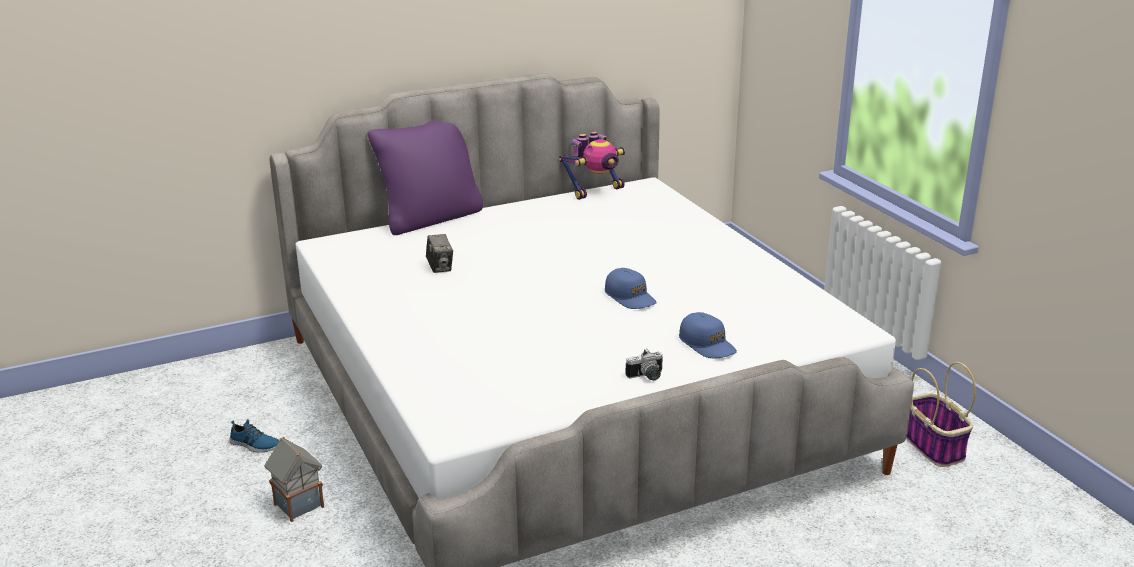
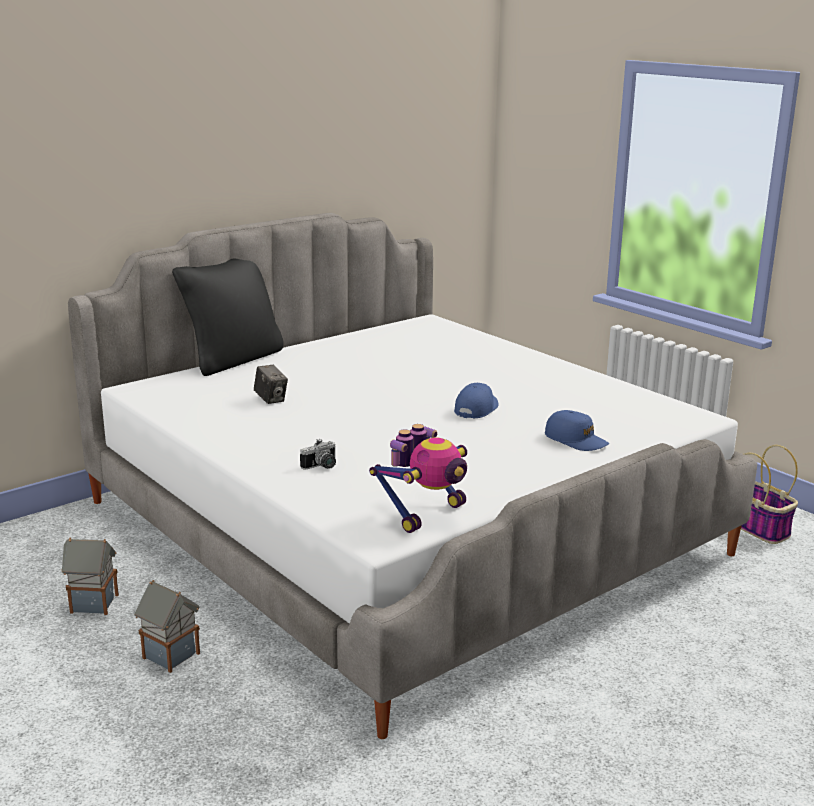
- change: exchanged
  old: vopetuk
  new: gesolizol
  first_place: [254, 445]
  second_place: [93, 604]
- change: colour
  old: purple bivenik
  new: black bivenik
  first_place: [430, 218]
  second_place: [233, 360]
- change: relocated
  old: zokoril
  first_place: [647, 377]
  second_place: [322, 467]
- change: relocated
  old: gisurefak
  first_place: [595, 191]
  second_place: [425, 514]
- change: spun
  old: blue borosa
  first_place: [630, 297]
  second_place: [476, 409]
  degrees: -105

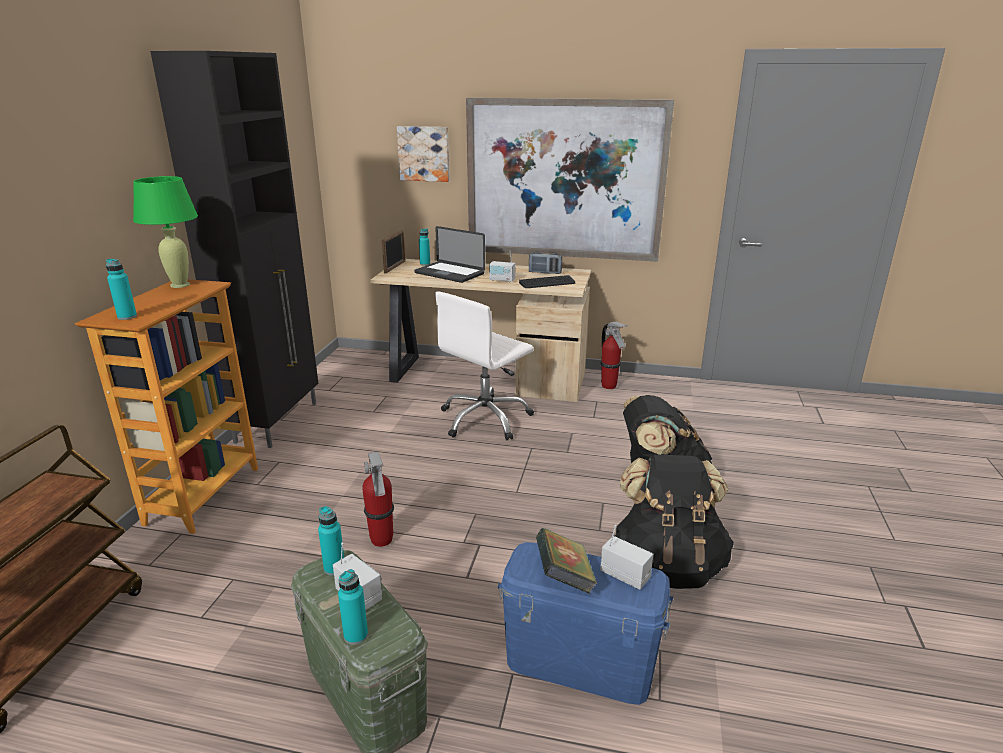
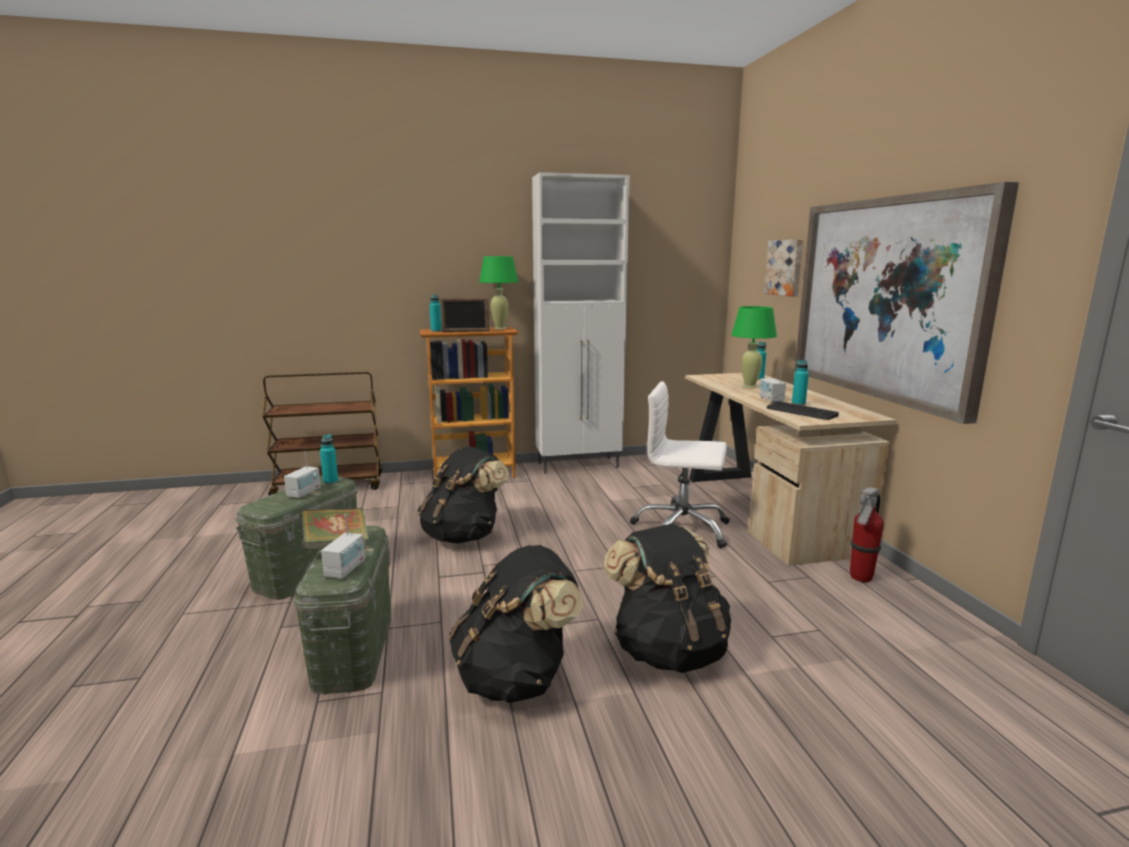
- change: colour
  old: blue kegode
  new: green kegode
  first_place: [579, 663]
  second_place: [353, 649]
- change: exchanged
  old: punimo
  new: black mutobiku
  first_place: [382, 540]
  second_place: [464, 535]
- change: relocated
  old: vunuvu
  first_place: [395, 267]
  second_place: [465, 331]
- change: colour
  old: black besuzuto
  new: white besuzuto
  first_place: [278, 421]
  second_place: [579, 465]
- change: exchanged
  old: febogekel
  new: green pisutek
  first_place: [449, 273]
  second_place: [750, 386]
- change: relocated
  old: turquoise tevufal
  first_place: [356, 635]
  second_place: [798, 404]
- change: missing
  old: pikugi
  first_place: [545, 272]

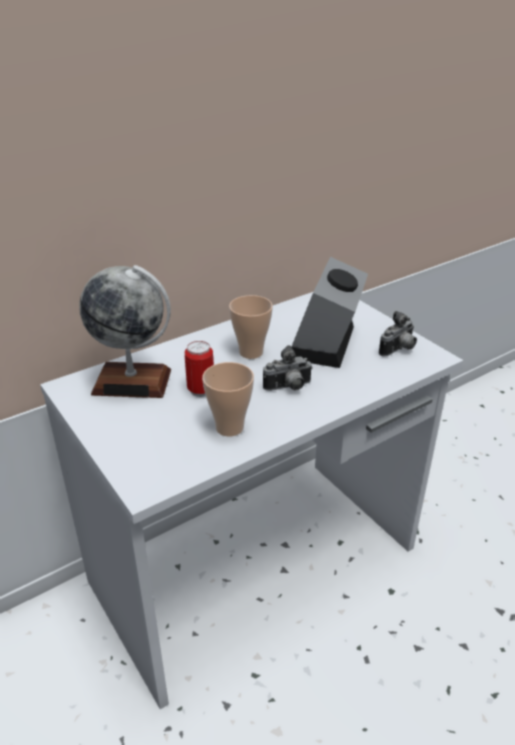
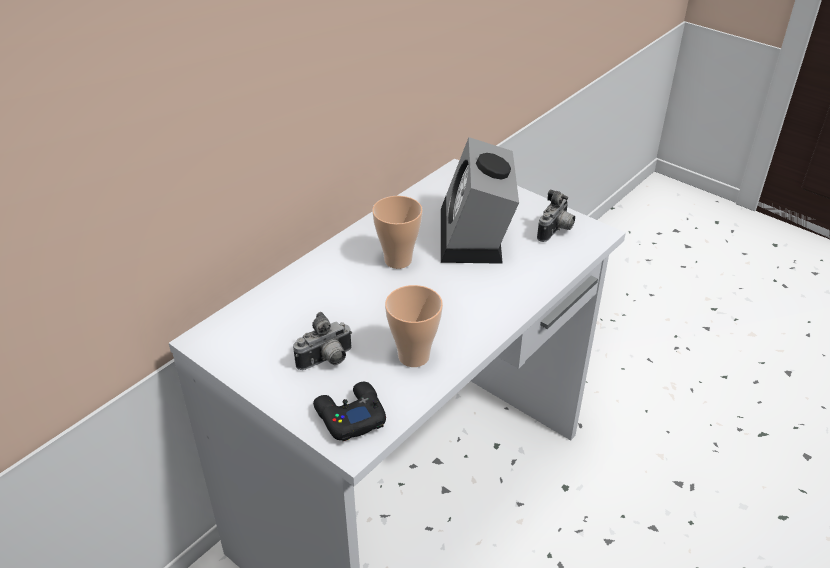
- change: relocated
  old: zokoril
  first_place: [288, 388]
  second_place: [327, 361]
- change: appeared
  new: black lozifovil
  second_place: [349, 416]
- change: missing
  old: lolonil
  first_place: [132, 382]
- change: missing
  old: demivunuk
  first_place: [201, 390]

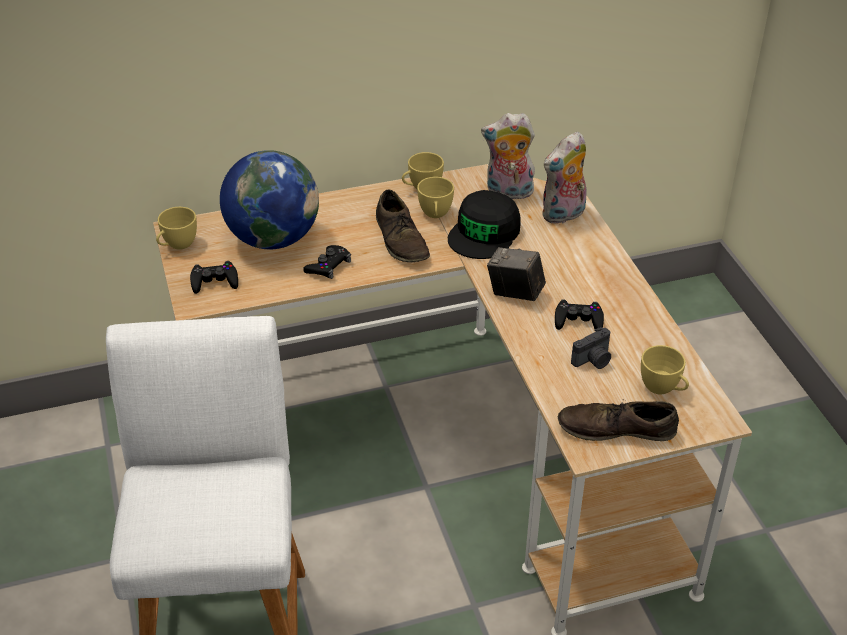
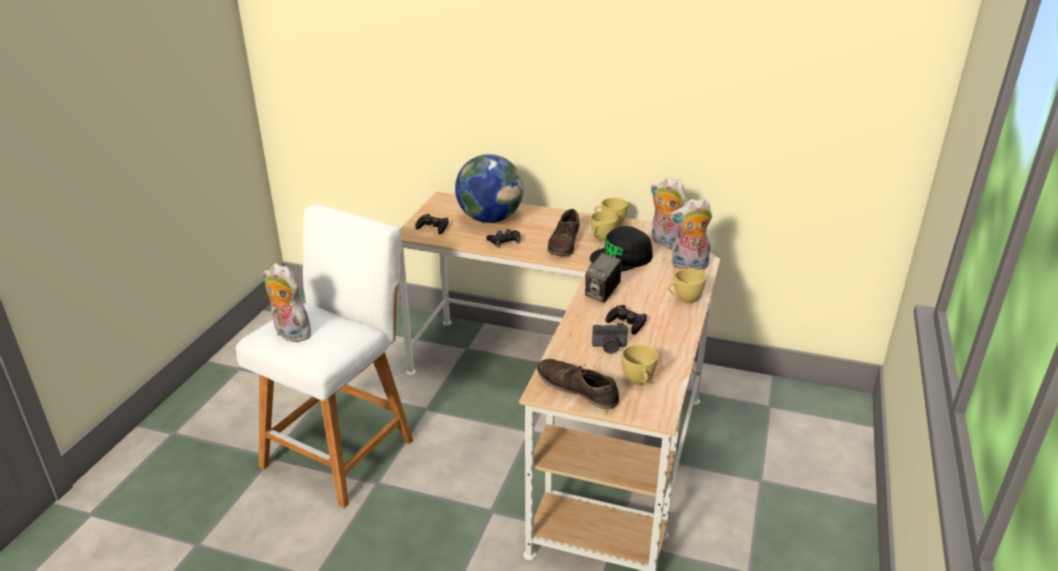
- change: appeared
  new: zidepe
  second_place: [289, 334]
- change: spun
  old: zokoril
  first_place: [515, 293]
  second_place: [602, 294]
  degrees: -120
- change: relocated
  old: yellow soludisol
  first_place: [177, 245]
  second_place: [684, 299]

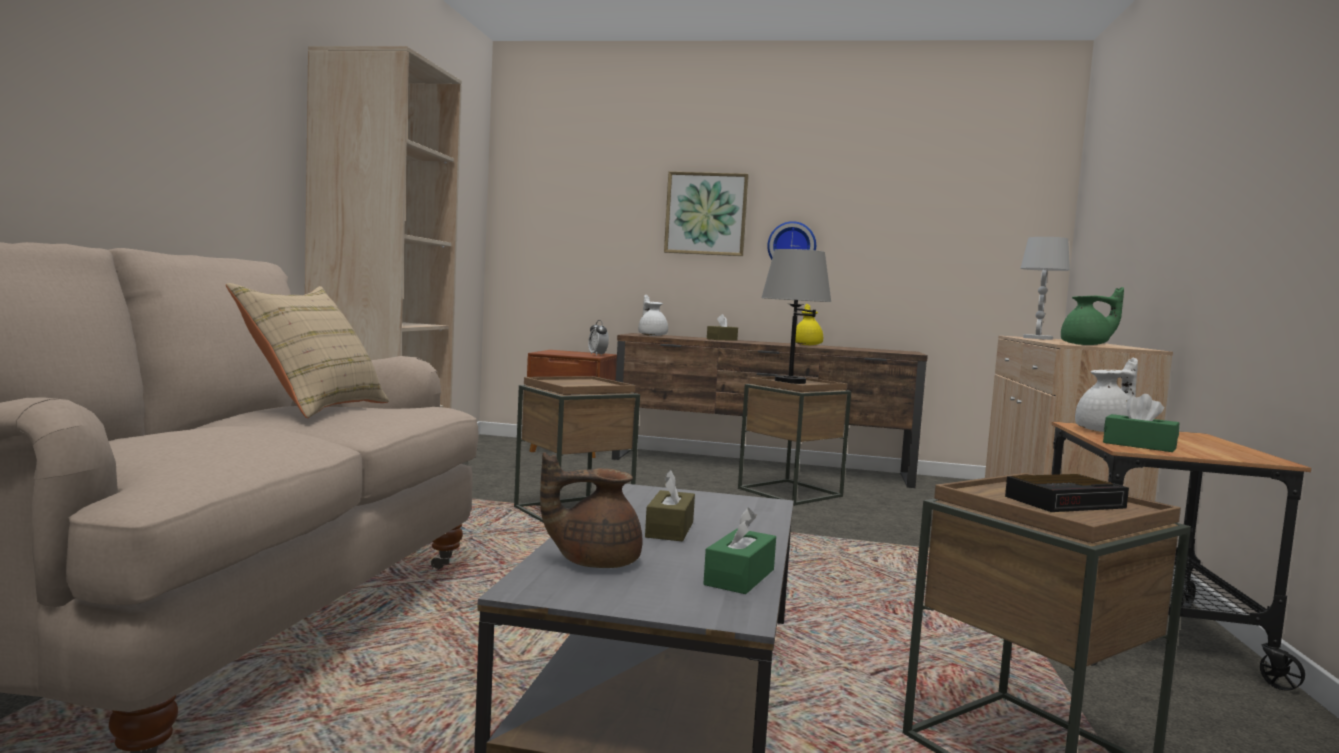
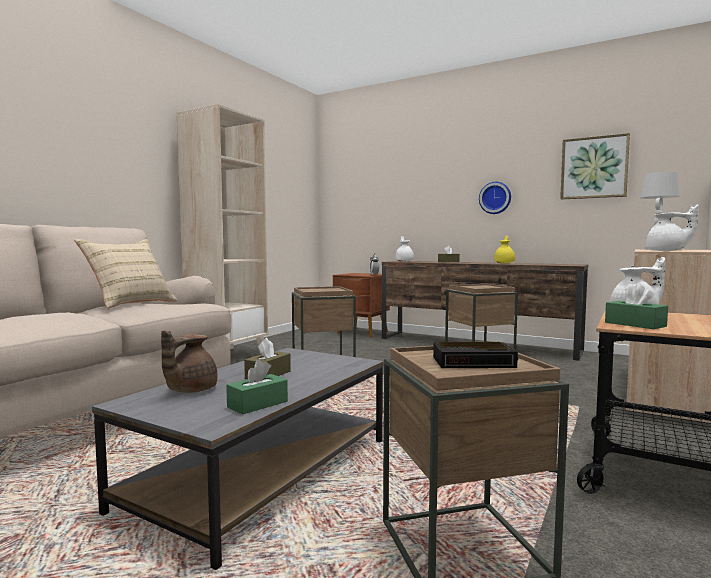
- change: spun
  old: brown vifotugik
  first_place: [594, 561]
  second_place: [189, 390]
  degrees: -75
- change: relocated
  old: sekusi
  first_place: [706, 214]
  second_place: [594, 167]
- change: colour
  old: green vifotugik
  new: white vifotugik
  first_place: [1087, 345]
  second_place: [667, 251]
- change: missing
  old: grey pisutek
  first_place: [789, 382]

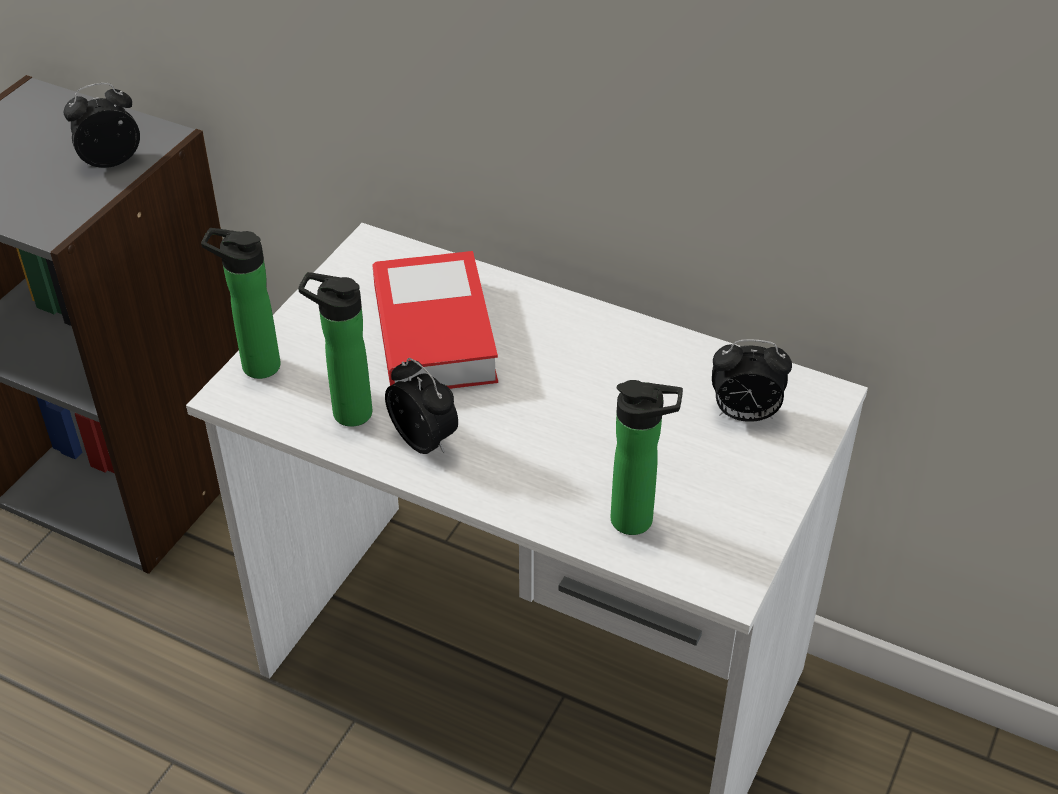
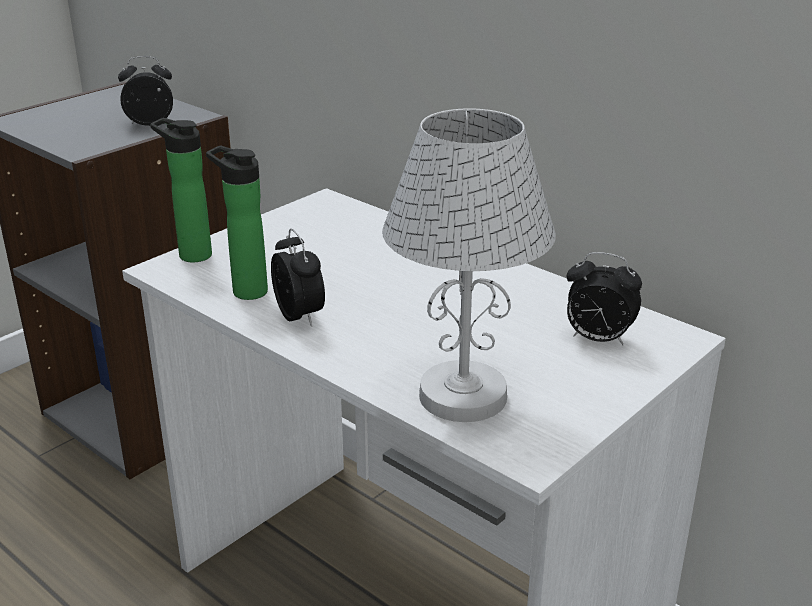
- change: exchanged
  old: tevufal
  new: white pisutek
  first_place: [638, 521]
  second_place: [463, 397]
- change: missing
  old: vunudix
  first_place: [434, 334]

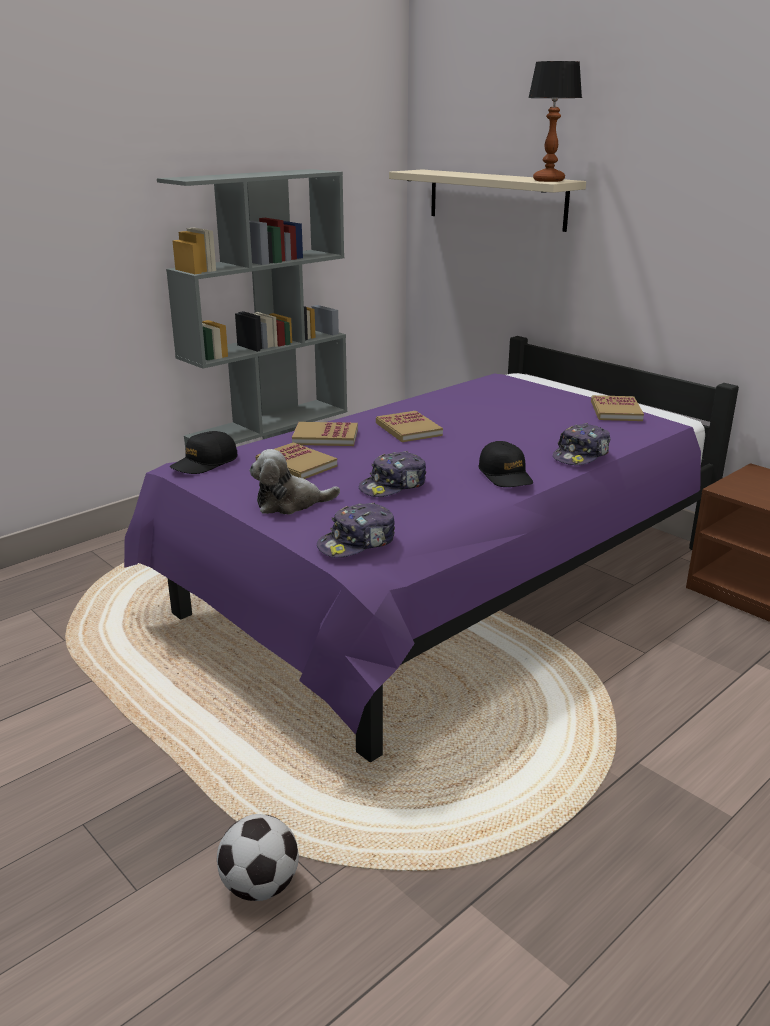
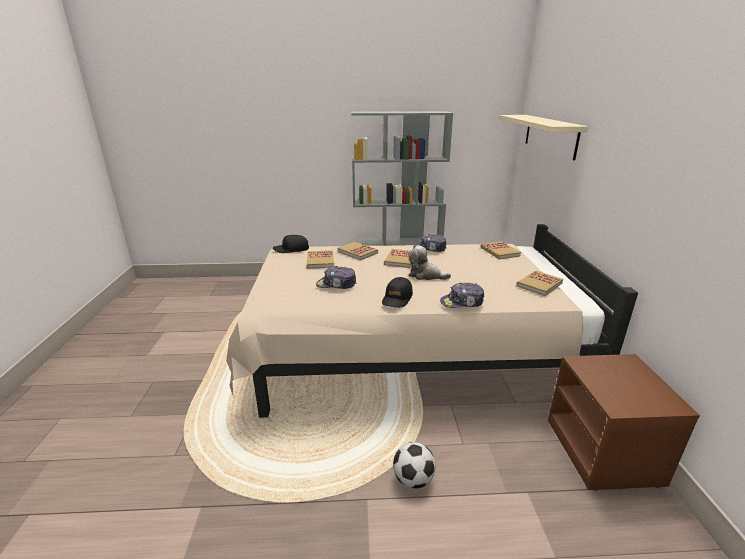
- change: colour
  old: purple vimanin
  new: beige vimanin
  first_place: [443, 587]
  second_place: [407, 354]
- change: relocated
  old: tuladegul
  first_place: [260, 886]
  second_place: [413, 479]
- change: relocated
  old: zidepe
  first_place: [290, 503]
  second_place: [425, 275]
- change: relocated
  old: borosa
  first_place: [357, 543]
  second_place: [429, 249]
- change: appeared
  new: vunudix
  second_place: [499, 252]
- change: missing
  old: pisutek
  first_place: [548, 180]

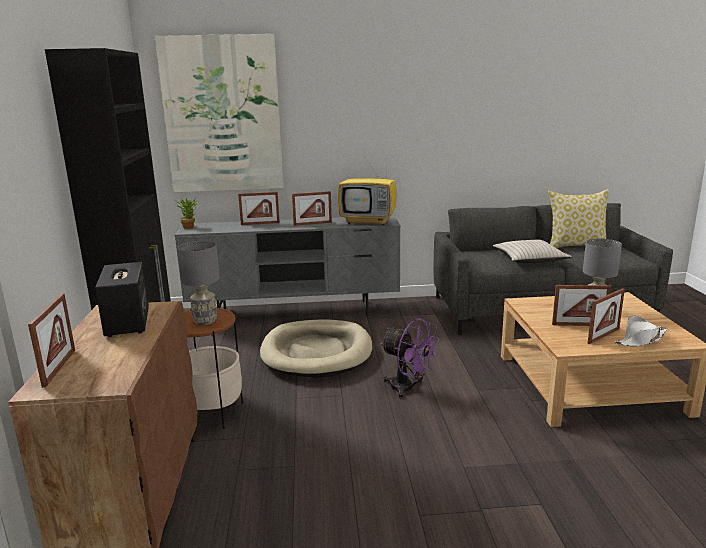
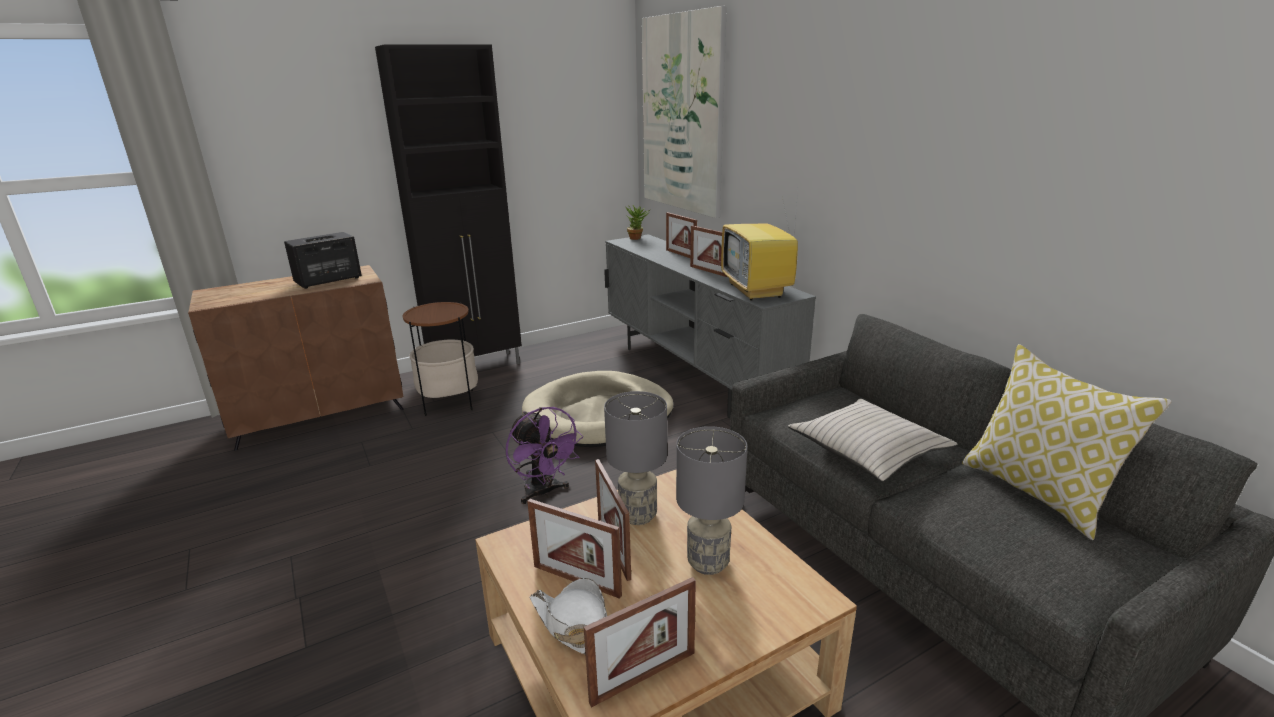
- change: spun
  old: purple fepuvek
  first_place: [408, 389]
  second_place: [543, 493]
  degrees: -45
- change: relocated
  old: vunuvu
  first_place: [59, 367]
  second_place: [643, 677]
- change: relocated
  old: grey pisutek
  first_place: [205, 321]
  second_place: [638, 516]

